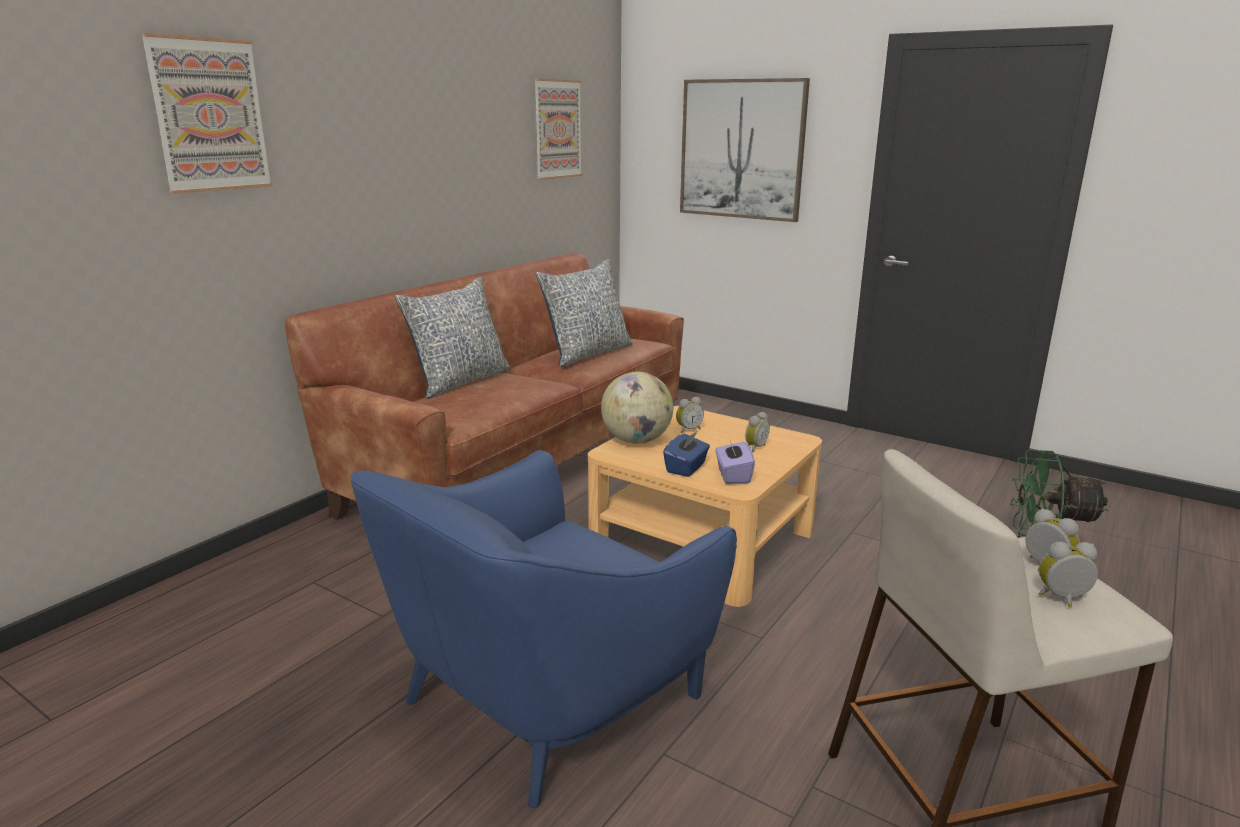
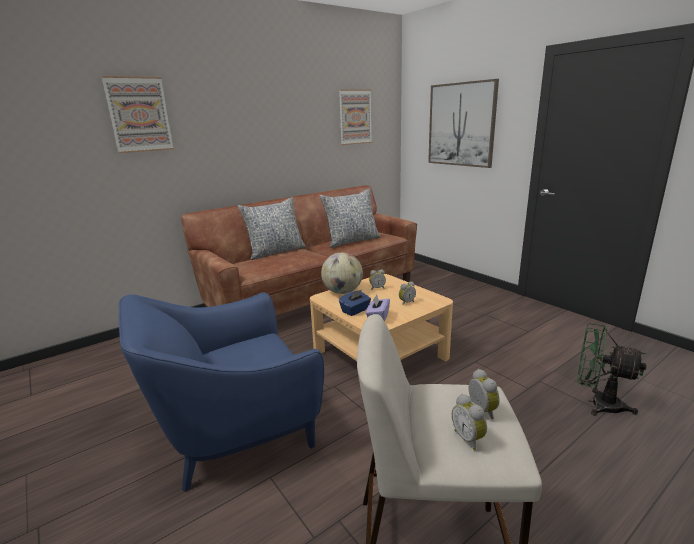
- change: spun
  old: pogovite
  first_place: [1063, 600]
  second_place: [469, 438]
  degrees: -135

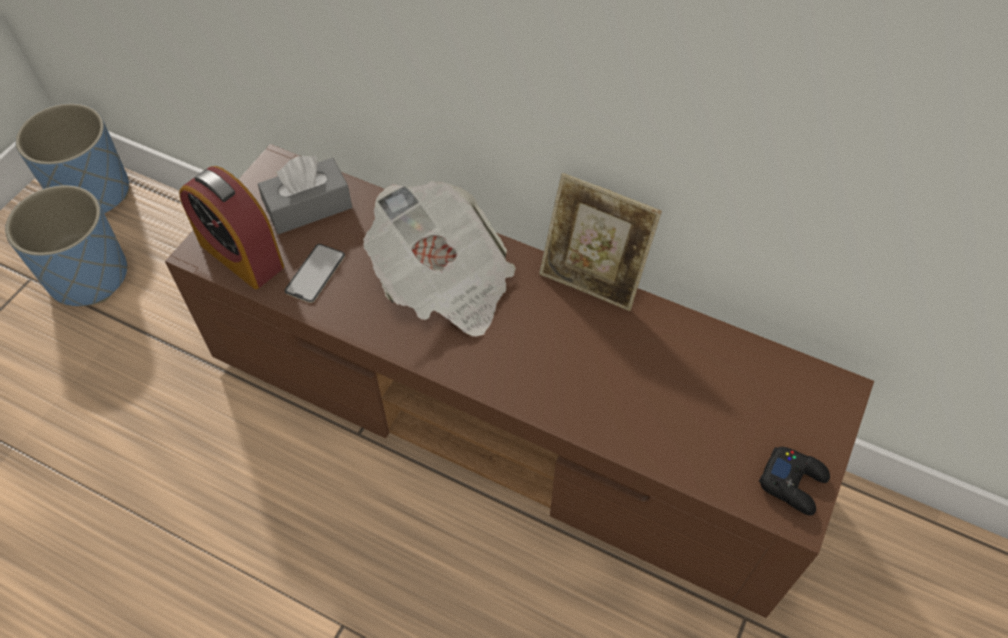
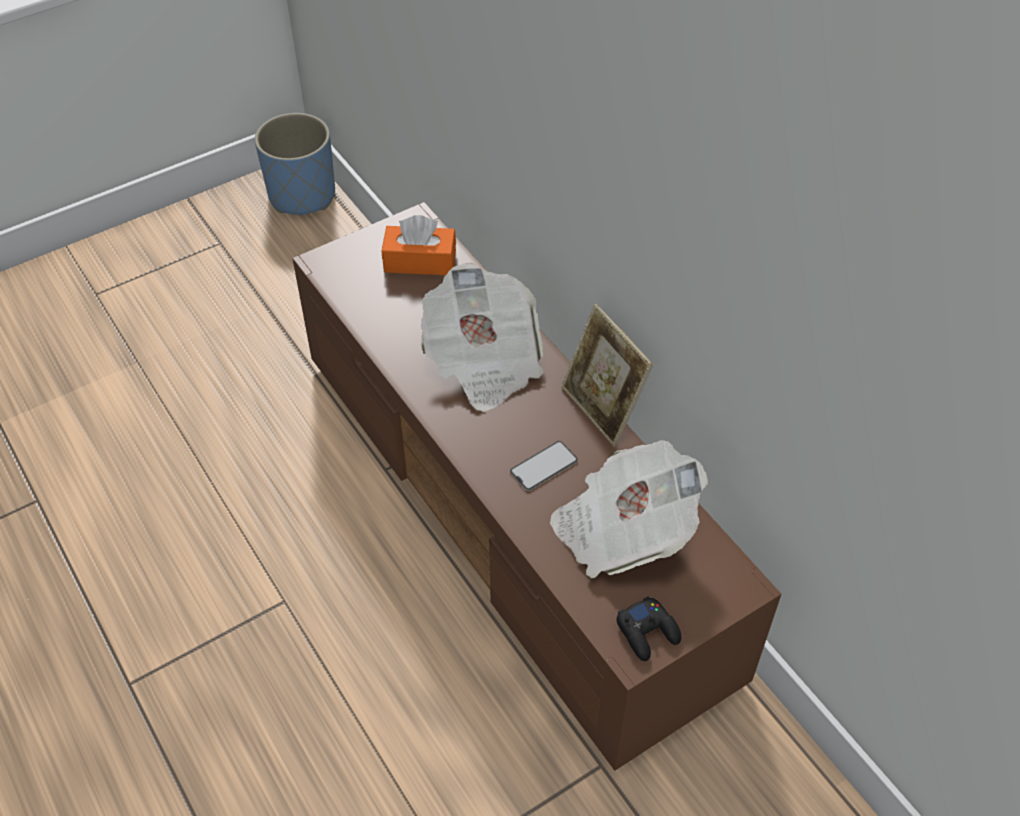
- change: colour
  old: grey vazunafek
  new: orange vazunafek
  first_place: [308, 207]
  second_place: [420, 261]
- change: relocated
  old: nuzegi
  first_place: [315, 273]
  second_place: [543, 466]
- change: appeared
  new: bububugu
  second_place: [623, 530]
- change: missing
  old: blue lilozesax
  first_place: [88, 276]
- change: missing
  old: pogovite
  first_place: [241, 255]

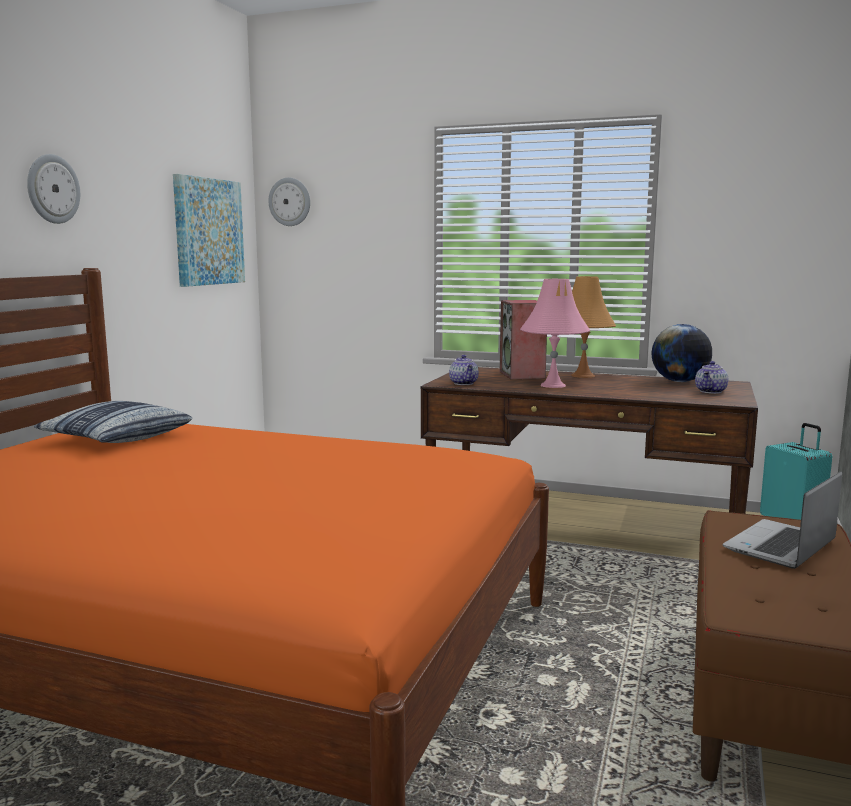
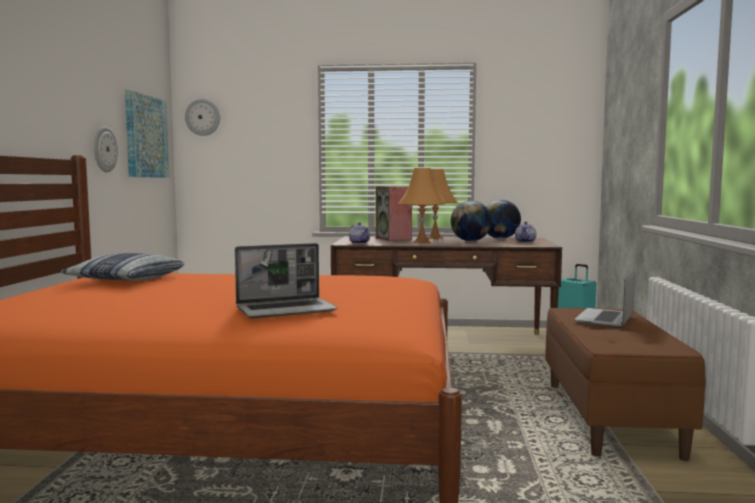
- change: relocated
  old: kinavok
  first_place: [52, 189]
  second_place: [104, 149]
- change: appeared
  new: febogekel
  second_place: [287, 310]
- change: colour
  old: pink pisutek
  new: orange pisutek
  first_place: [553, 385]
  second_place: [422, 242]
- change: appeared
  new: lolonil
  second_place: [470, 241]

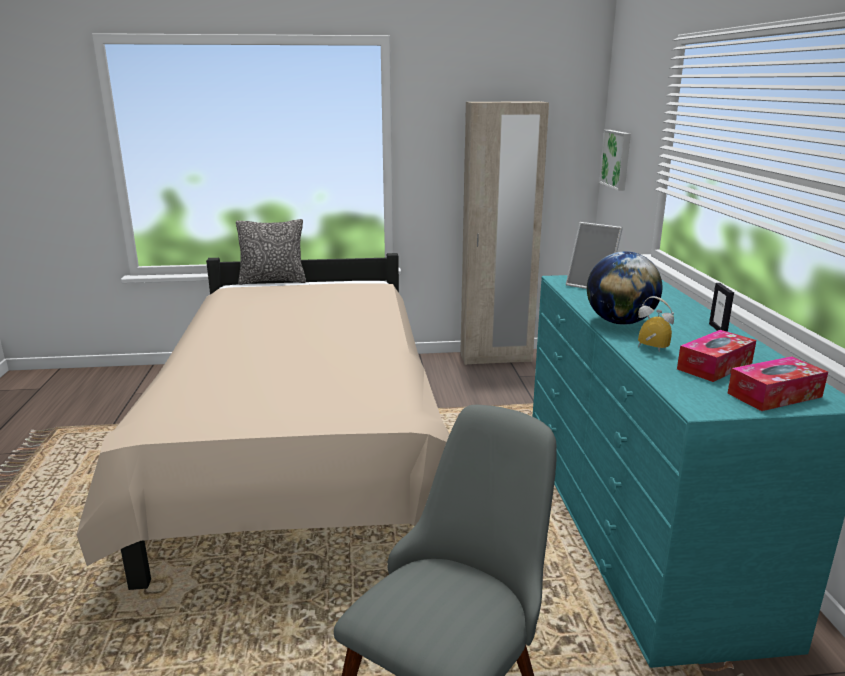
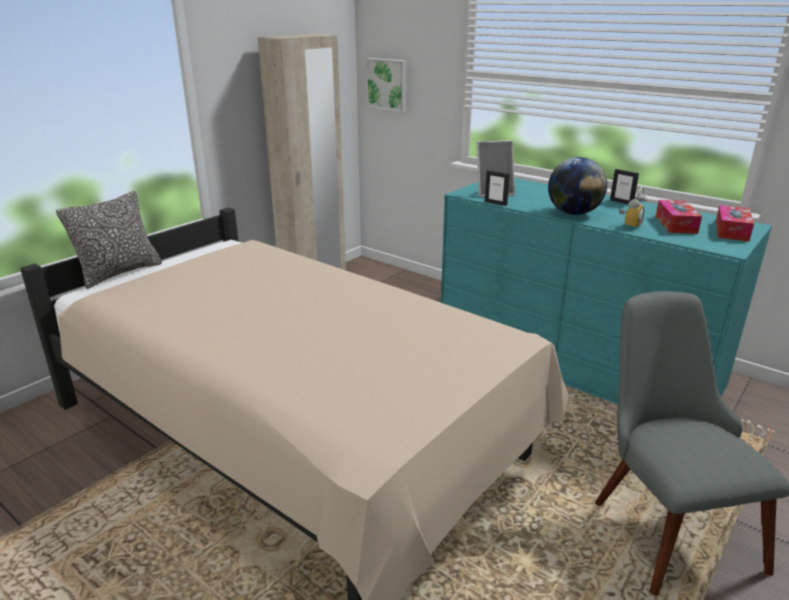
- change: appeared
  new: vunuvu
  second_place: [495, 203]
- change: spun
  old: pogovite
  first_place: [650, 349]
  second_place: [629, 225]
  degrees: 135

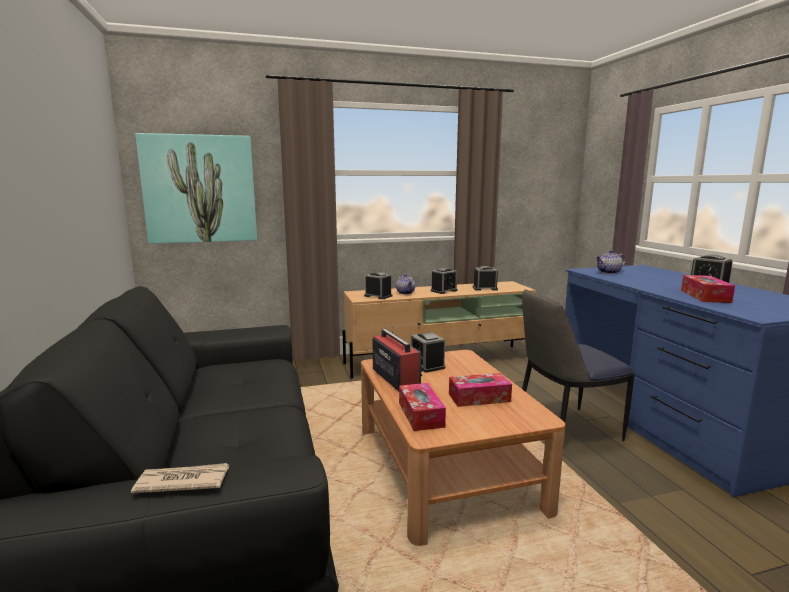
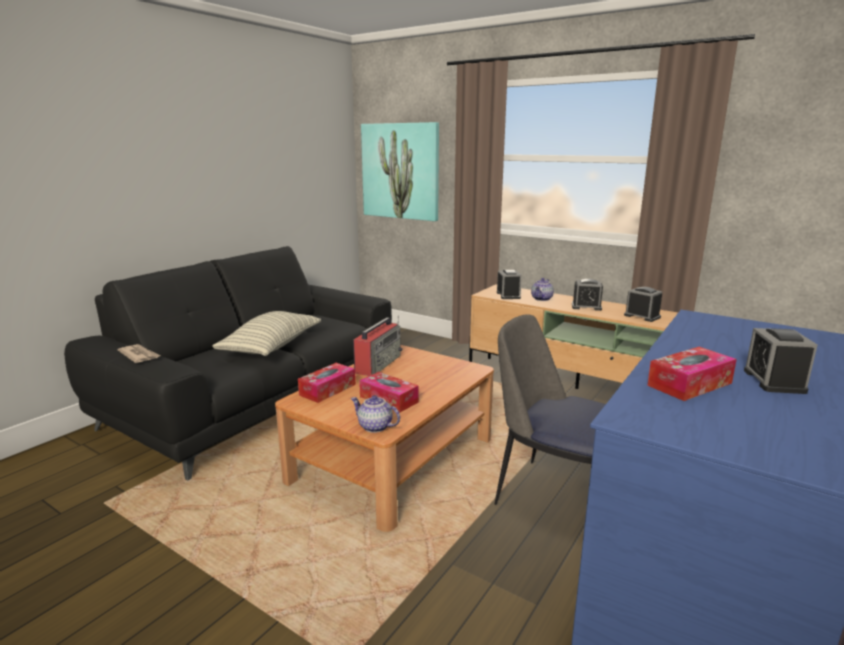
- change: appeared
  new: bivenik
  second_place: [271, 347]
- change: relocated
  old: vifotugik
  first_place: [609, 272]
  second_place: [374, 427]
- change: missing
  old: pogovite
  first_place: [427, 365]

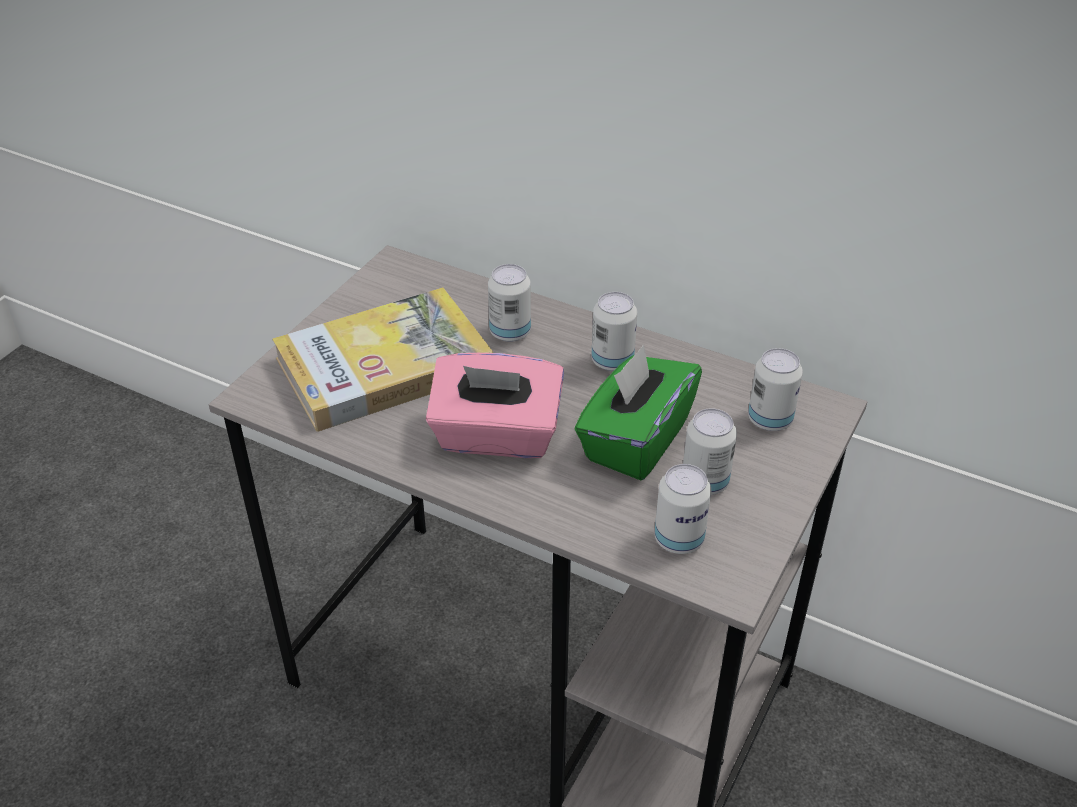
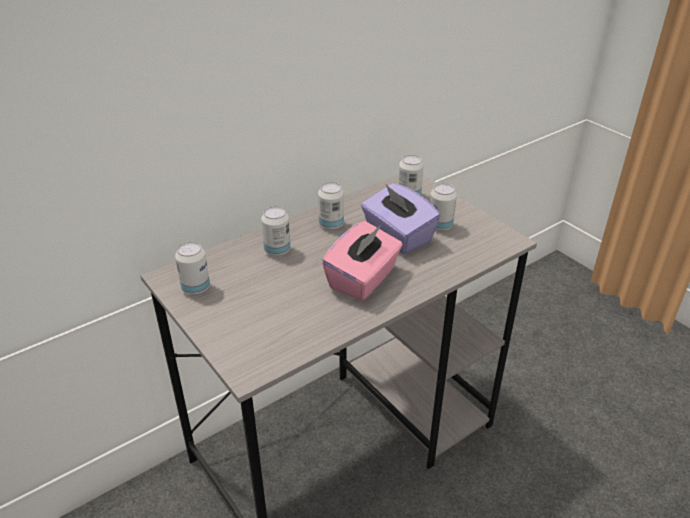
- change: relocated
  old: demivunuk
  first_place: [679, 539]
  second_place: [196, 288]
- change: colour
  old: green vazunafek
  new: purple vazunafek
  first_place: [635, 440]
  second_place: [397, 236]
- change: missing
  old: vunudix
  first_place: [384, 365]

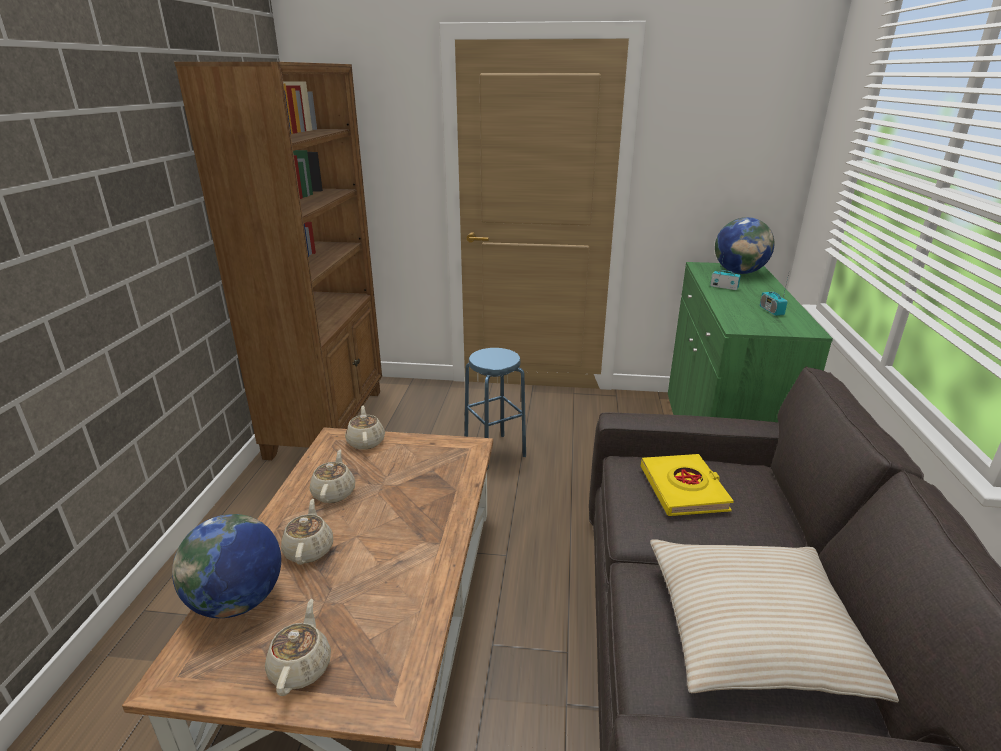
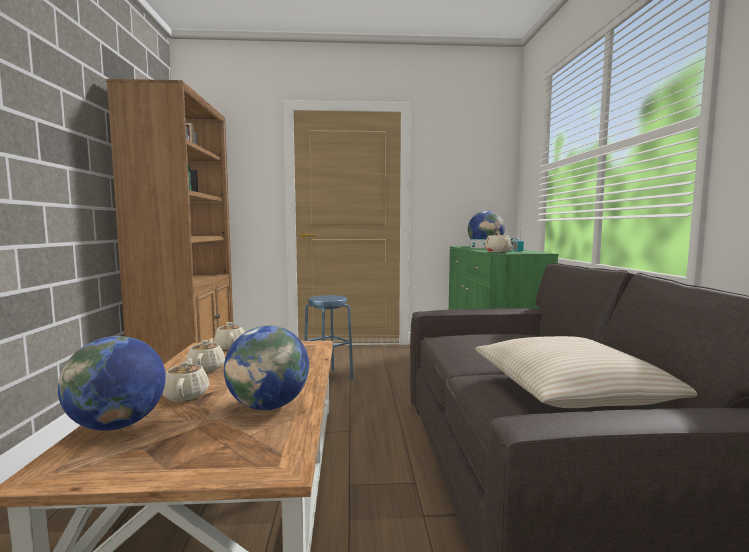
- change: appeared
  new: lolonil
  second_place: [268, 406]
- change: relocated
  old: beige vifotugik
  first_place: [301, 666]
  second_place: [497, 252]
- change: missing
  old: yellow vunudix
  first_place: [684, 489]

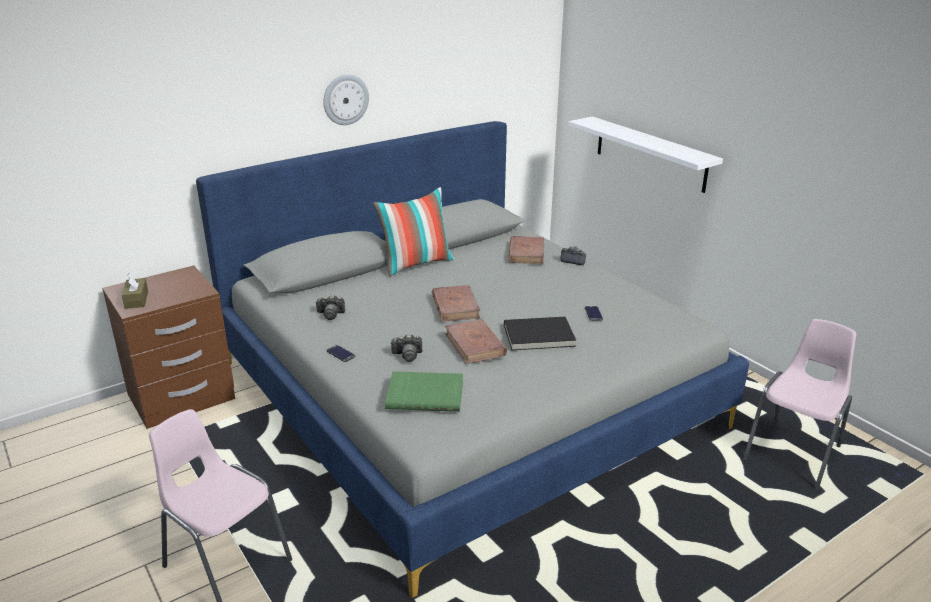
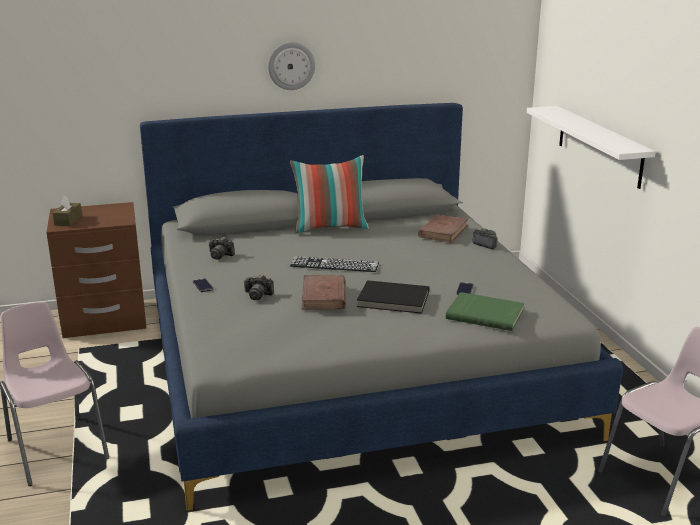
- change: exchanged
  old: brown vunudix
  new: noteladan
  first_place: [455, 306]
  second_place: [334, 264]
- change: relocated
  old: green vunudix
  first_place: [425, 394]
  second_place: [485, 314]

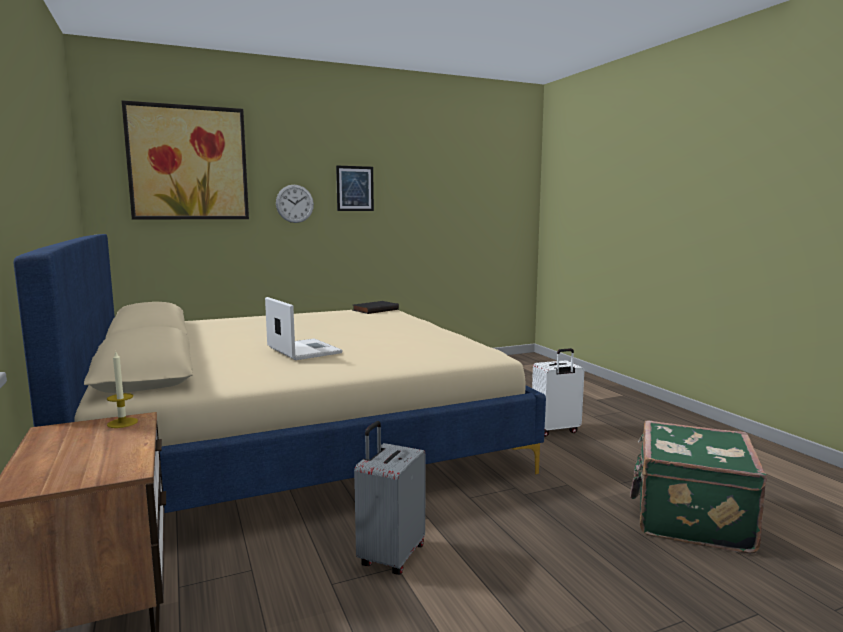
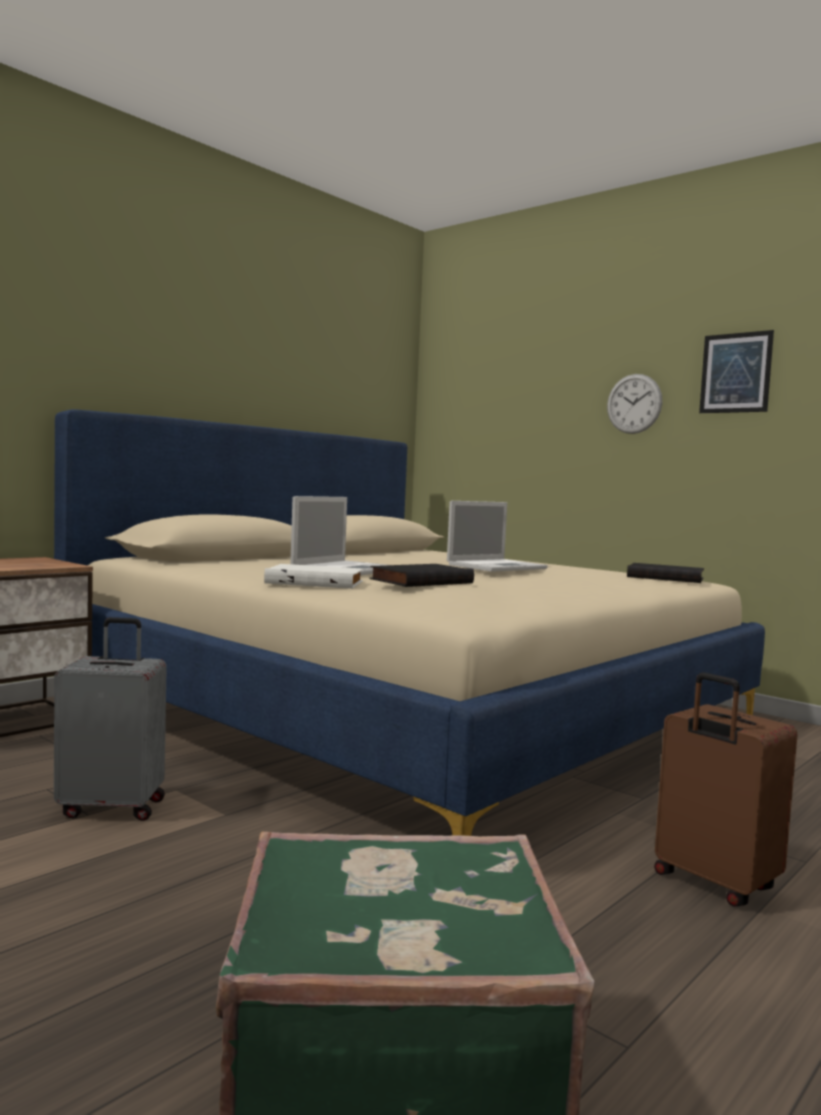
- change: appeared
  new: white vunudix
  second_place: [316, 582]
- change: appeared
  new: black vunudix
  second_place: [420, 581]
- change: appeared
  new: febogekel
  second_place: [497, 566]
- change: colour
  old: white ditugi
  new: brown ditugi
  first_place: [555, 430]
  second_place: [713, 883]
- change: missing
  old: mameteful
  first_place: [122, 423]
- change: missing
  old: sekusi
  first_place: [188, 163]

